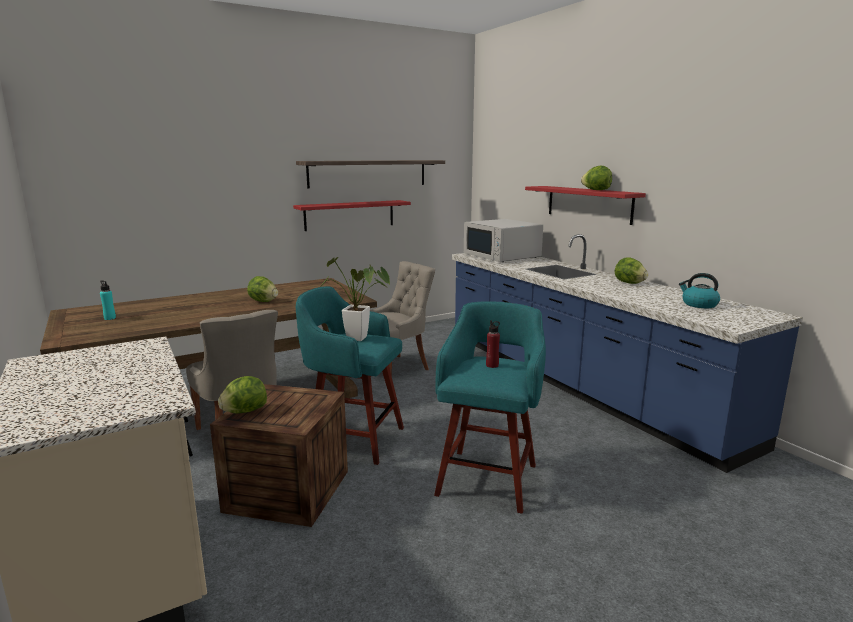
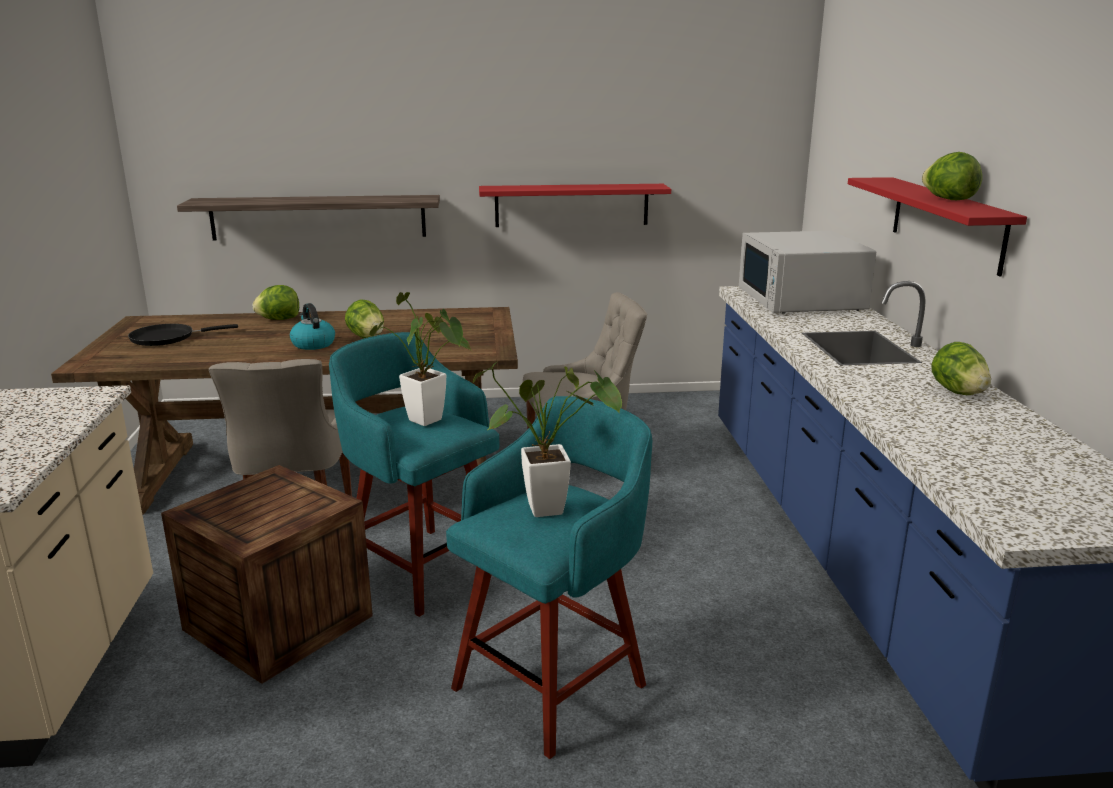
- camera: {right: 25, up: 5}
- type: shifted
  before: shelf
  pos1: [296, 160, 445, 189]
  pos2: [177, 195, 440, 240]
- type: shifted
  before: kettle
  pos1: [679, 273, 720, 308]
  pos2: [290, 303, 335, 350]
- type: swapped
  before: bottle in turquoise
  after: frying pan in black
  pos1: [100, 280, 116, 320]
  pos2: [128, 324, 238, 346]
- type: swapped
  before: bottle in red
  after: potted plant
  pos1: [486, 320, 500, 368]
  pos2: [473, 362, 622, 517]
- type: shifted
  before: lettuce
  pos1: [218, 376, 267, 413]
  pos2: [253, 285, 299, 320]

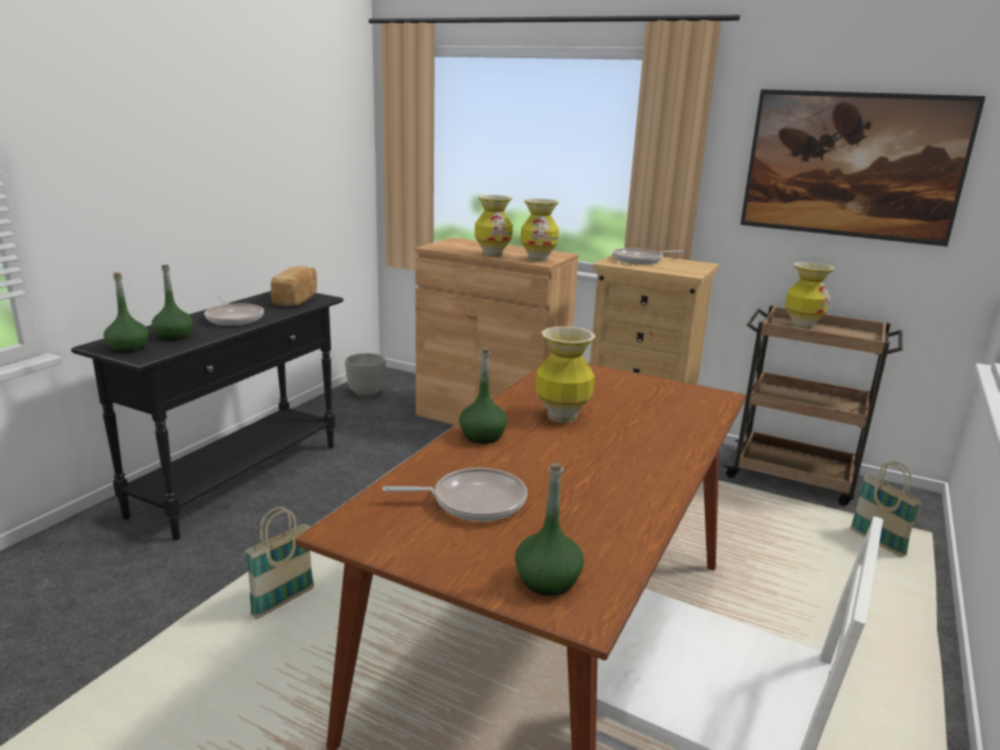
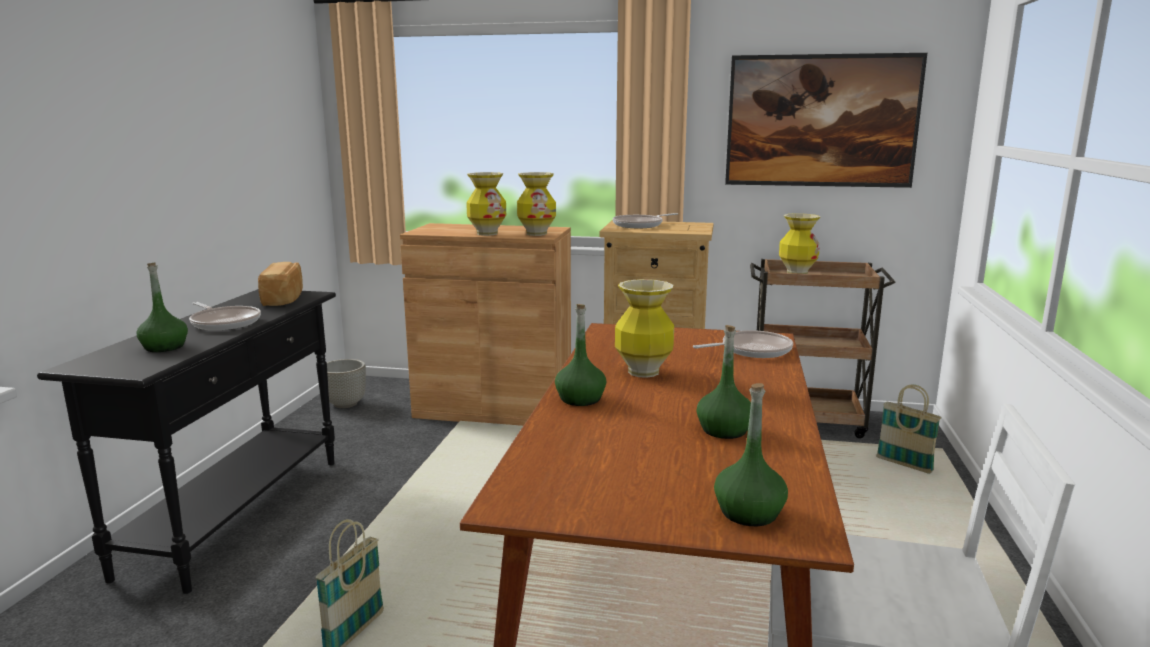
- camera: {right: -15, up: -5}
- type: shifted
  before: bottle in green
  pos1: [104, 272, 149, 353]
  pos2: [696, 325, 751, 439]
- type: shifted
  before: frying pan
  pos1: [382, 468, 527, 521]
  pos2: [693, 330, 793, 358]

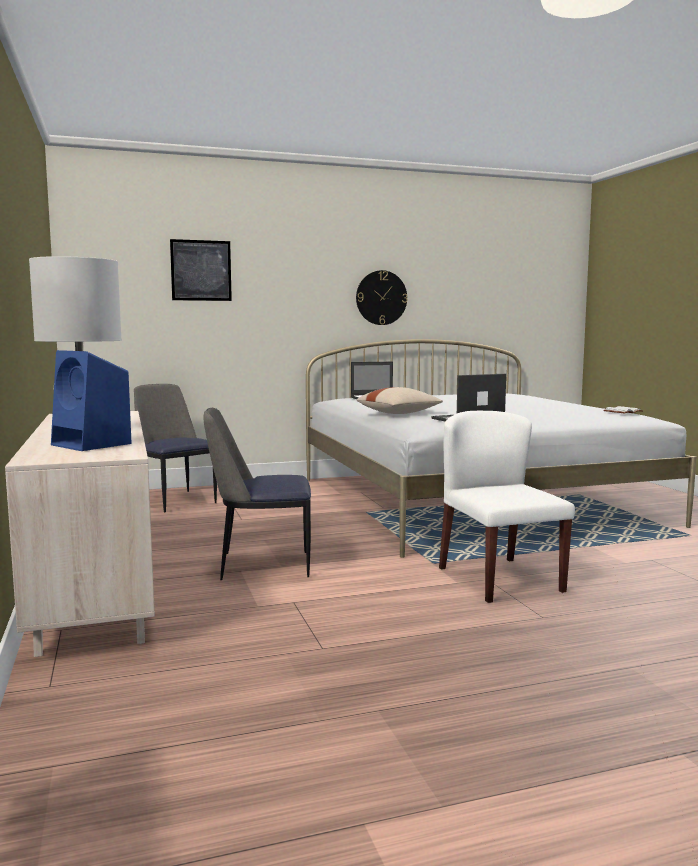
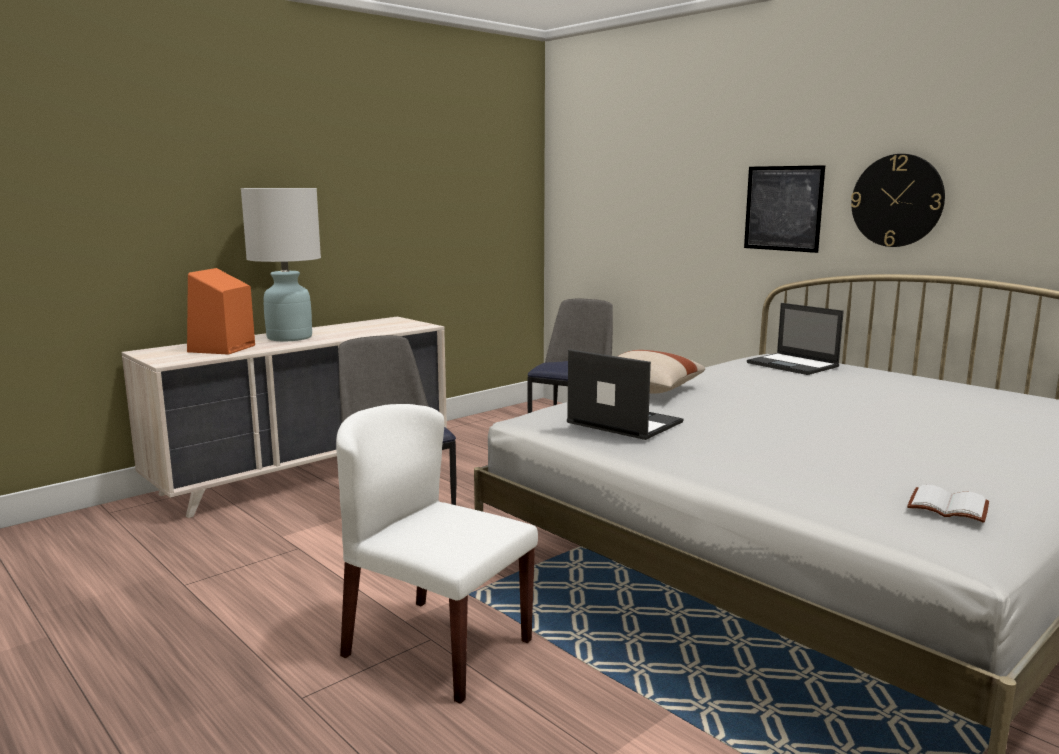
- camera: {right: 65, up: 5}
- type: shifted
  before: picture
  pos1: [170, 239, 232, 301]
  pos2: [744, 165, 825, 253]
- type: repainted
  before: speaker in blue
  after: speaker in orange
  pos1: [51, 350, 132, 451]
  pos2: [187, 268, 255, 355]
- type: rotated
  before: chair in white
  pos1: [439, 411, 575, 603]
  pos2: [336, 404, 538, 704]
  turn: -105

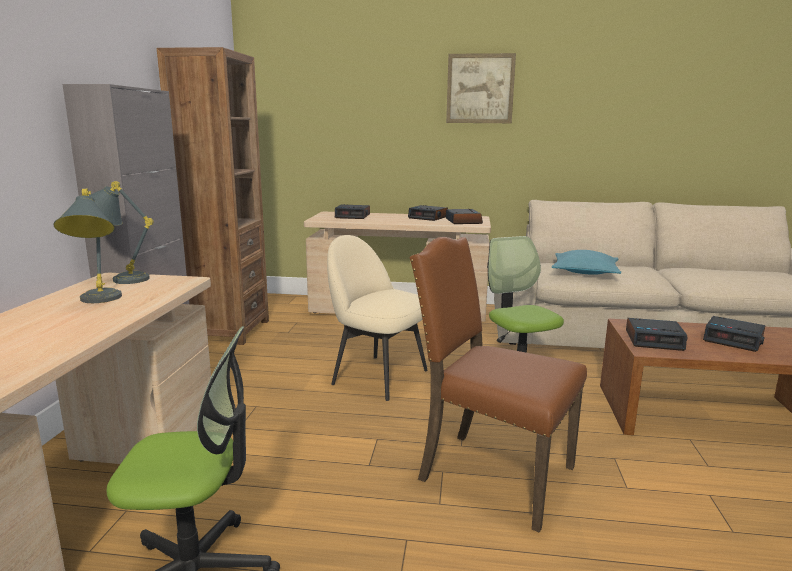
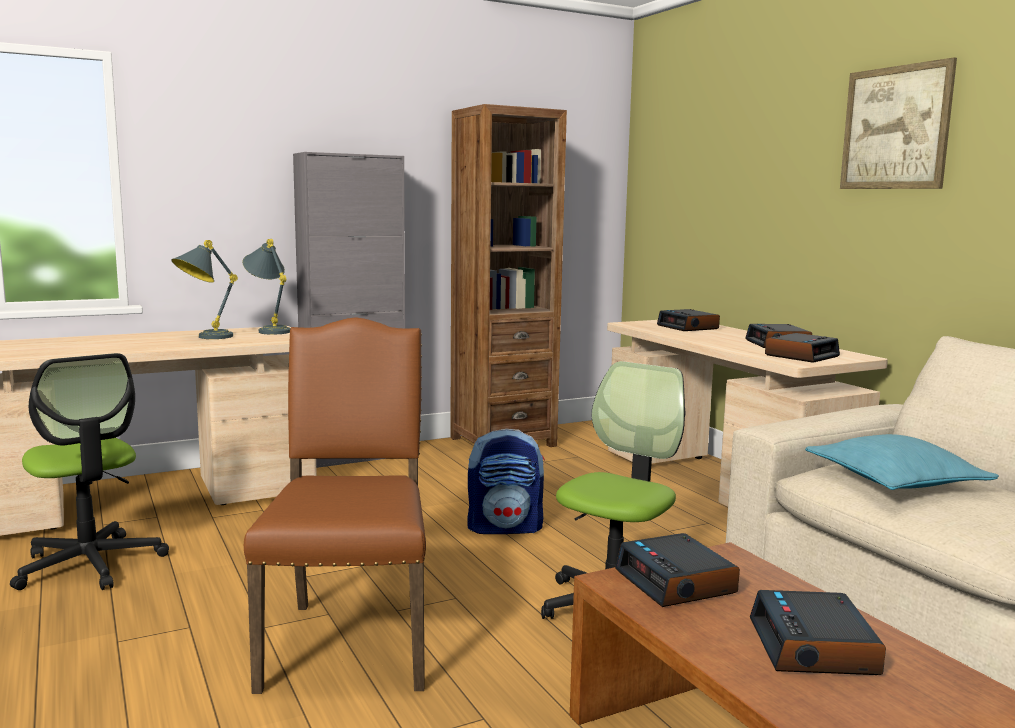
- camera: {right: 55, up: -5}
- type: swapped
  before: chair in beige
  after: backpack
  pos1: [327, 235, 428, 401]
  pos2: [467, 429, 545, 534]

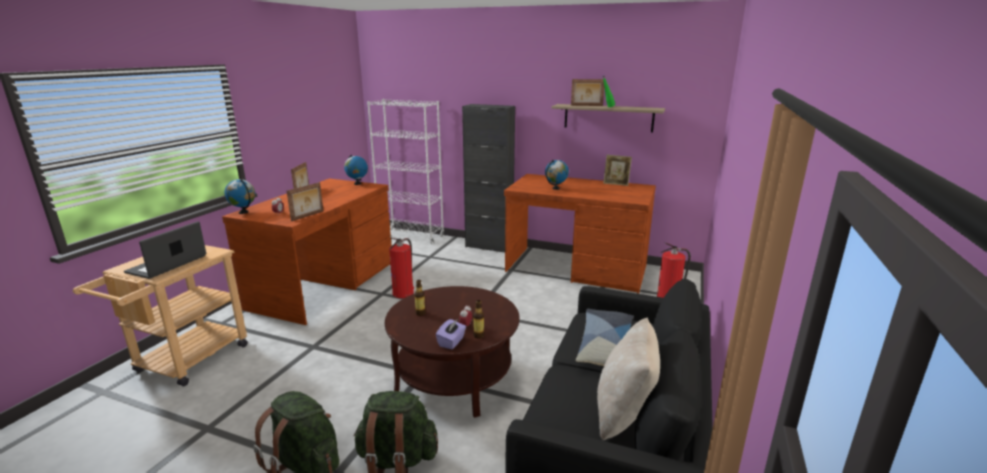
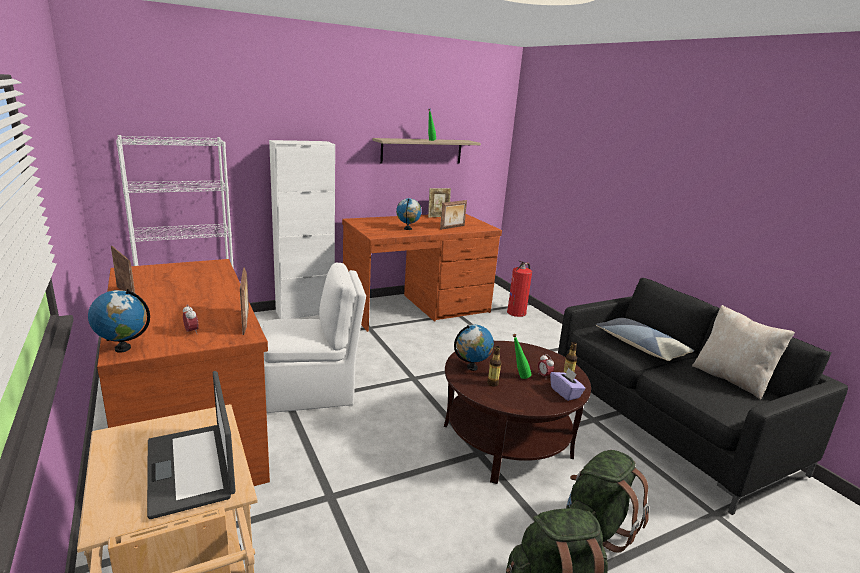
- camera: {right: -50, up: 0}
- type: shifted
  before: picture frame
  pos1: [571, 79, 604, 106]
  pos2: [440, 200, 467, 230]
- type: repainted
  before: cabinet in black
  after: cabinet in white
  pos1: [462, 104, 515, 252]
  pos2: [269, 140, 335, 319]
- type: shifted
  before: globe
  pos1: [344, 155, 368, 185]
  pos2: [454, 325, 494, 371]
- type: swapped
  before: fire extinguisher
  after: chair in white
  pos1: [389, 238, 414, 298]
  pos2: [263, 263, 366, 413]
- type: new
  after: bottle in green
  pos2: [513, 334, 531, 379]

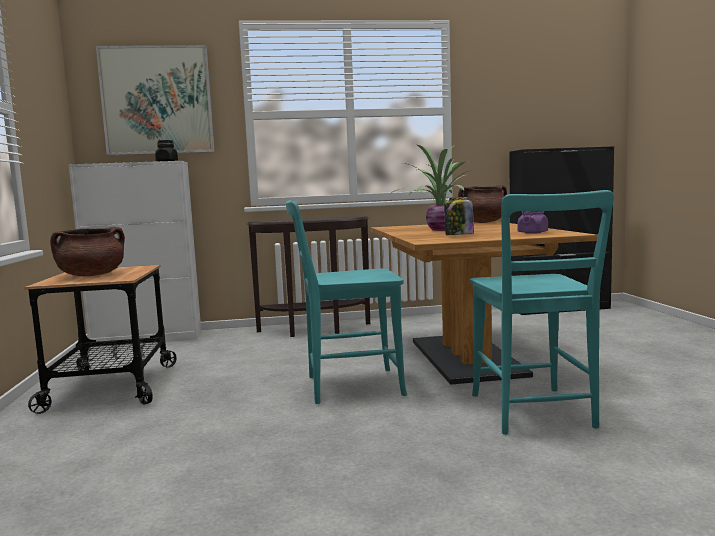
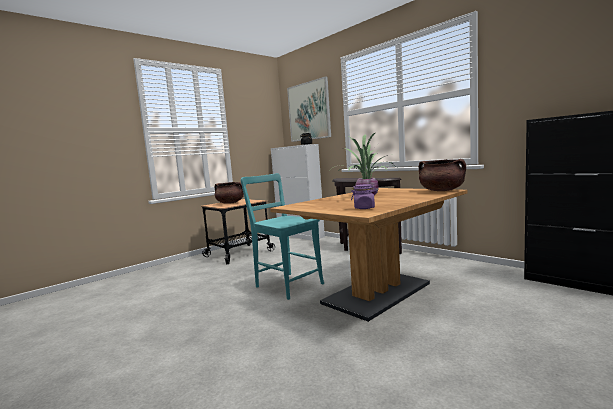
- camera: {right: 55, up: 0}
- type: gone
  before: chair in turquoise
  pos1: [470, 190, 614, 435]
- type: gone
  before: jar
  pos1: [444, 197, 474, 235]

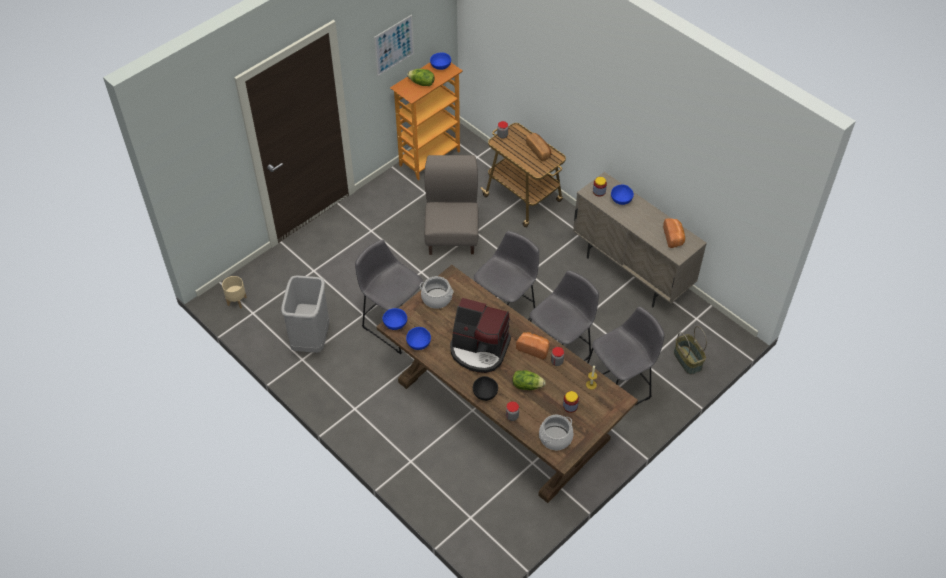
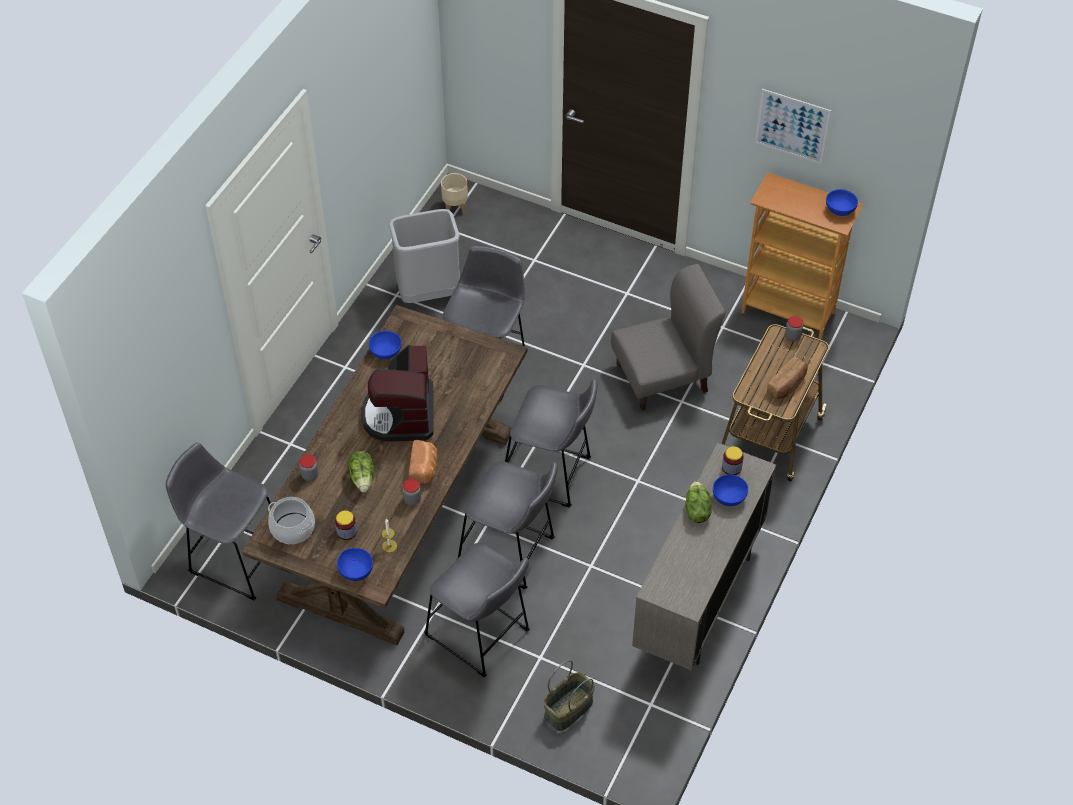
- camera: {right: 70, up: 0}
- type: shifted
  before: lettuce
  pos1: [407, 69, 435, 86]
  pos2: [685, 481, 712, 523]
- type: gone
  before: bread
  pos1: [663, 218, 685, 248]
- type: gone
  before: cooking pot
  pos1: [420, 276, 454, 309]
- type: shifted
  before: bowl in blue
  pos1: [382, 308, 407, 330]
  pos2: [337, 548, 373, 581]
- type: gone
  before: bowl in black
  pos1: [473, 376, 498, 401]
- type: new
  after: stool in grey
  pos2: [166, 443, 271, 600]

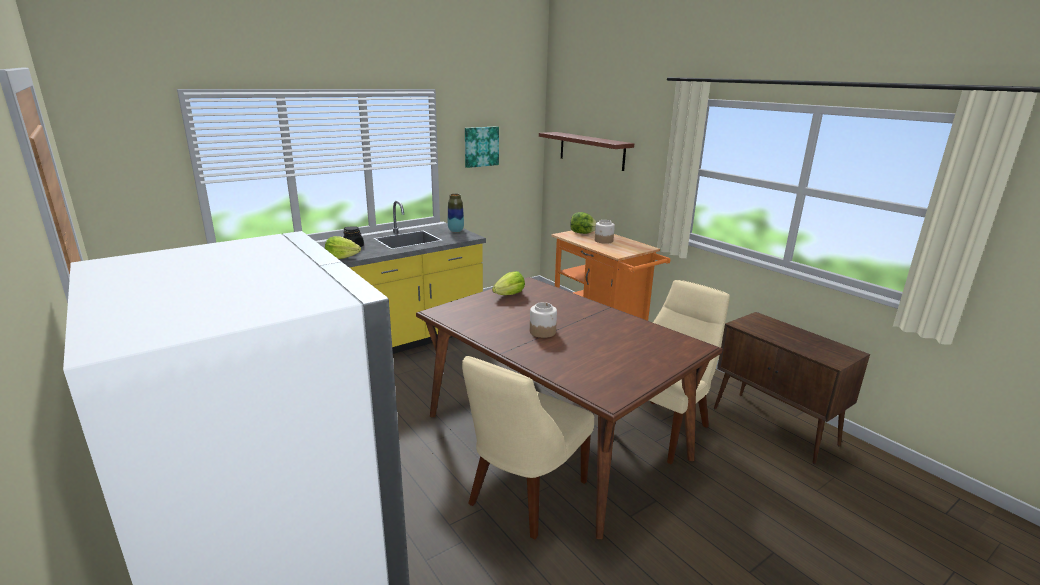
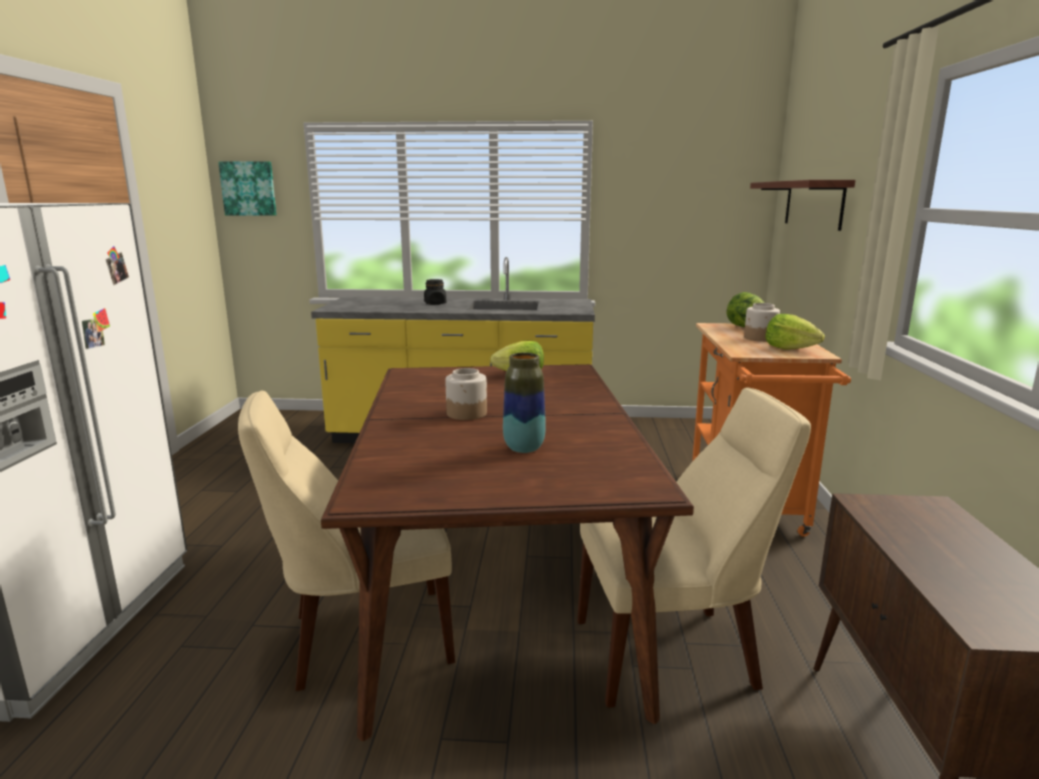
- camera: {right: 40, up: -5}
- type: shifted
  before: picture
  pos1: [465, 126, 499, 168]
  pos2: [218, 161, 277, 216]
- type: shifted
  before: vase
  pos1: [448, 194, 464, 232]
  pos2: [503, 353, 546, 453]
- type: shifted
  before: lettuce
  pos1: [325, 236, 361, 259]
  pos2: [765, 314, 825, 350]

